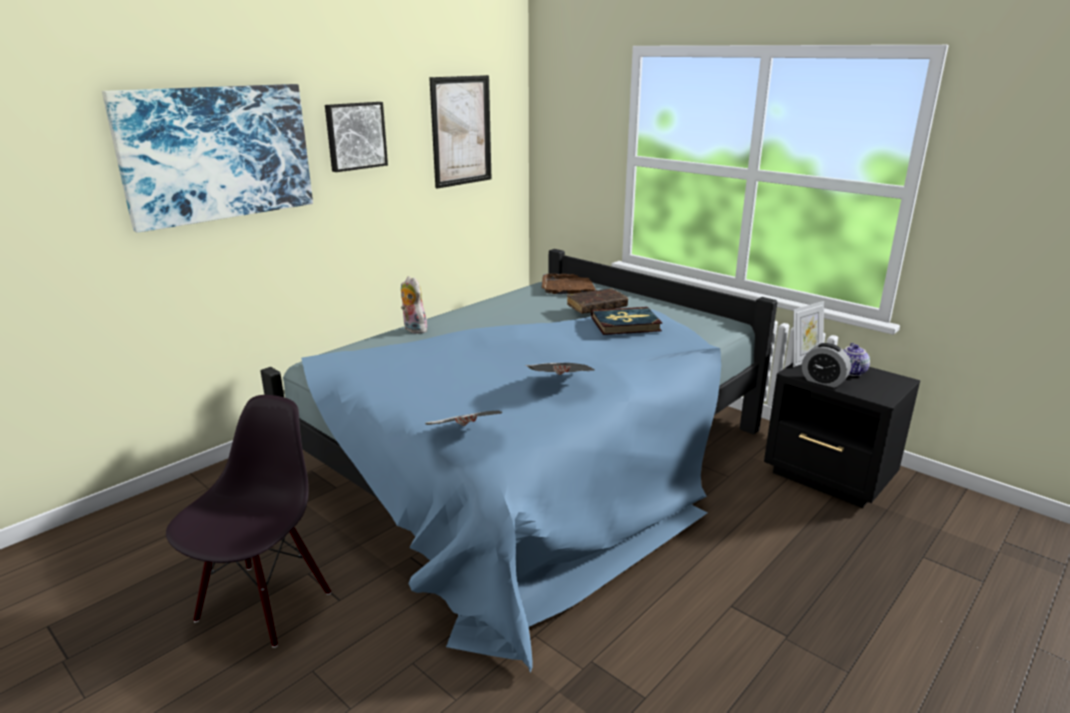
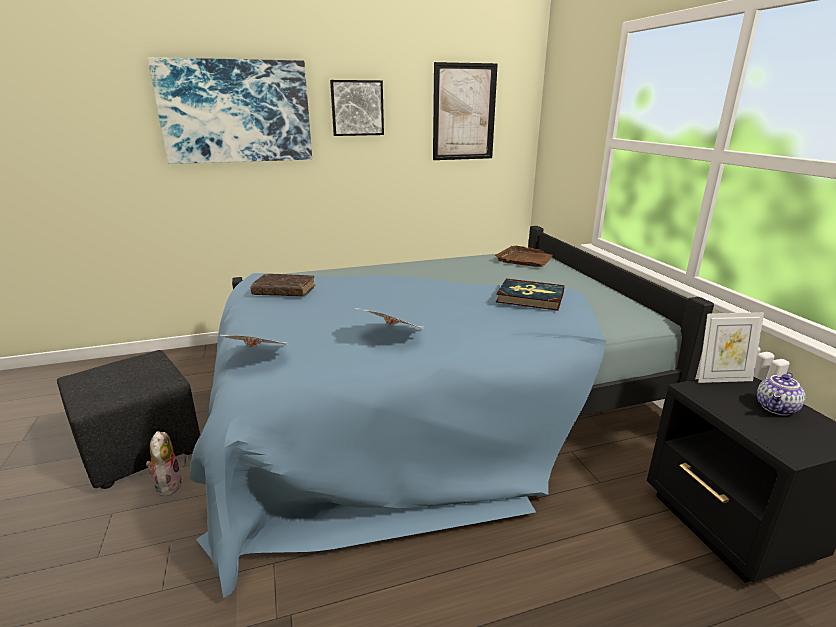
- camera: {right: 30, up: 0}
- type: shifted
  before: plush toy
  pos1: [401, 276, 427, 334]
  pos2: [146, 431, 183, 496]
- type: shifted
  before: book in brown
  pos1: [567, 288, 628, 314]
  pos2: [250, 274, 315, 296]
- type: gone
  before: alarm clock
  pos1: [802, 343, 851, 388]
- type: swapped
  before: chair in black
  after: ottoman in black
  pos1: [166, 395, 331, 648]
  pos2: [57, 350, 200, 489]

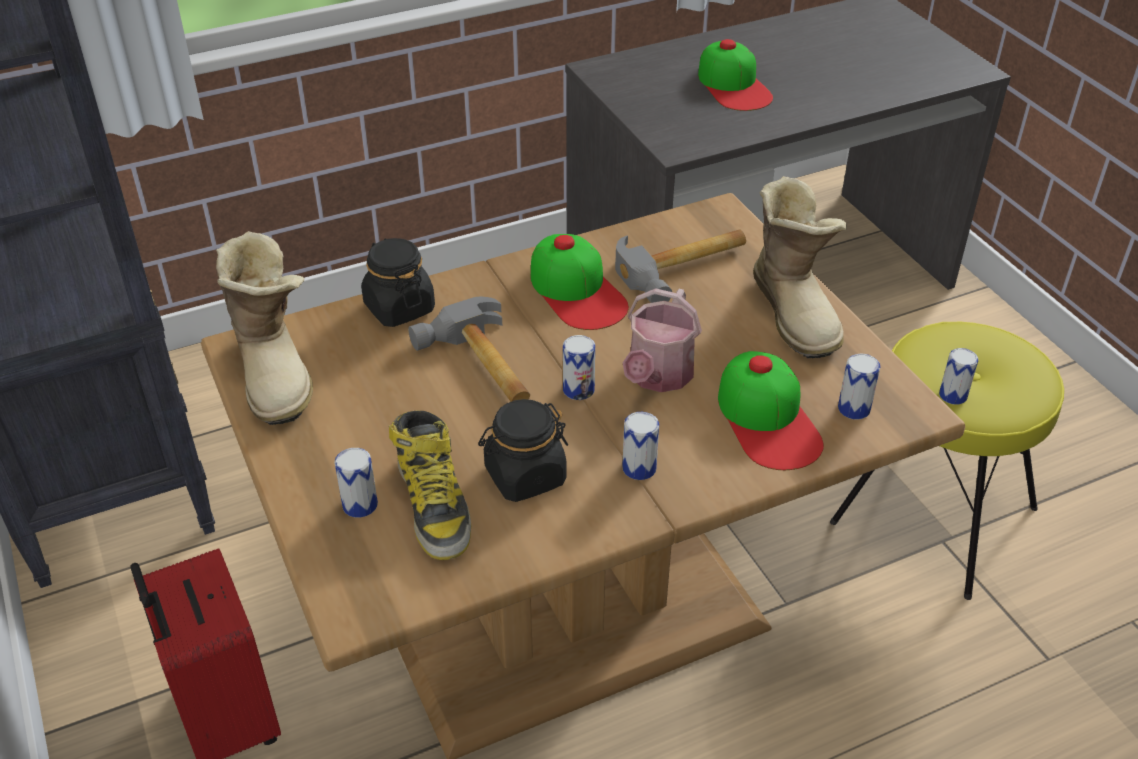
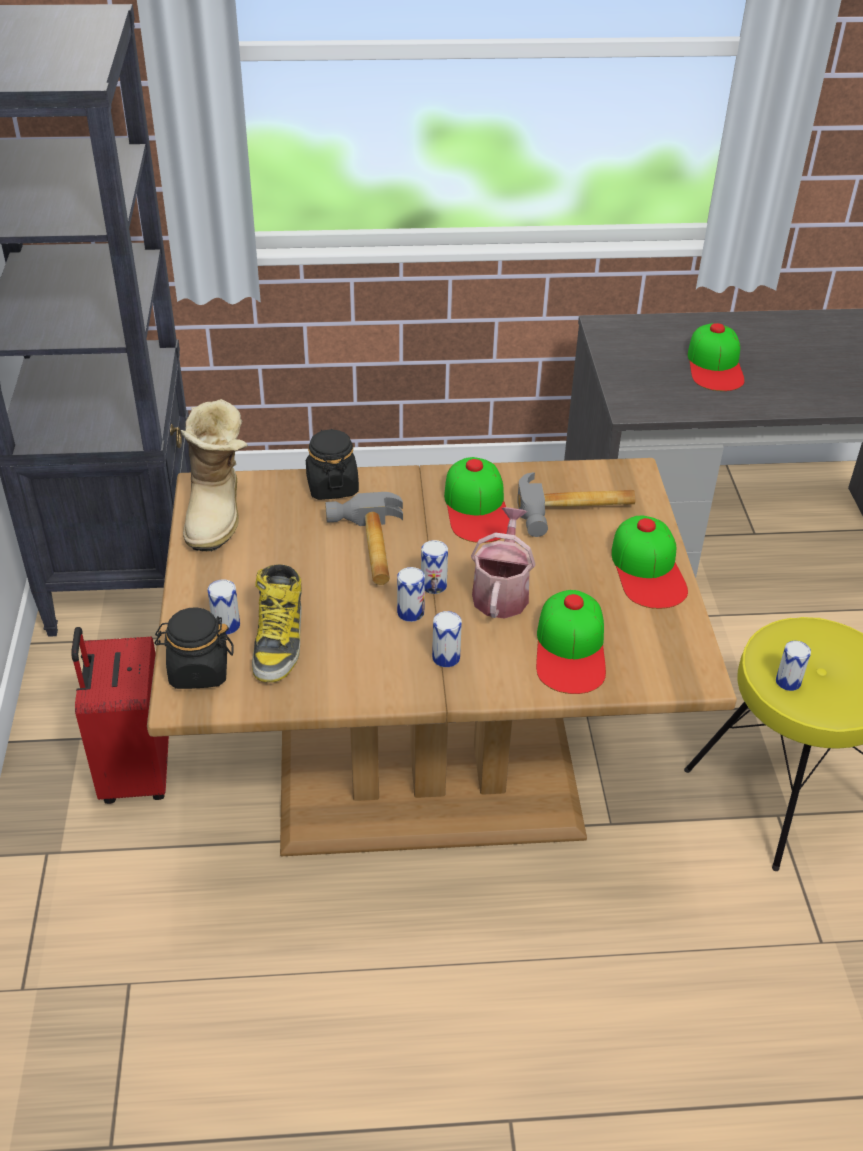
- camera: {right: 20, up: 0}
- type: swapped
  before: boot
  after: cap
  pos1: [753, 176, 847, 359]
  pos2: [611, 515, 688, 609]
- type: rotated
  before: watering can
  pos1: [622, 288, 702, 392]
  pos2: [471, 507, 535, 619]
  turn: 150
- type: shifted
  before: can
  pos1: [838, 354, 880, 420]
  pos2: [397, 567, 425, 622]
- type: shifted
  before: jar in black
  pos1: [478, 399, 568, 502]
  pos2: [154, 607, 234, 689]

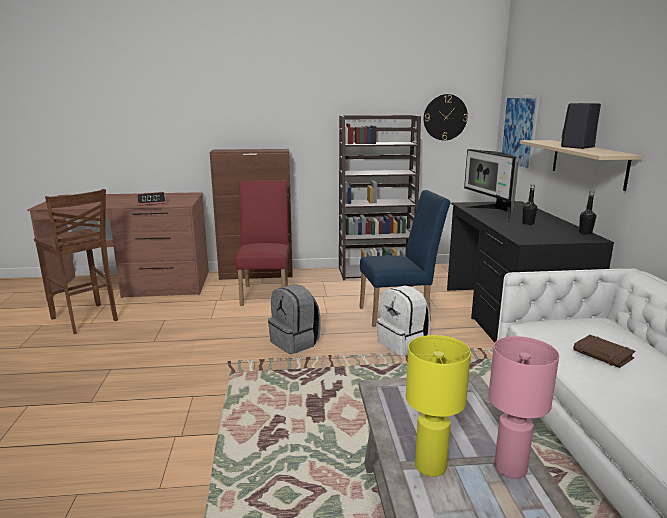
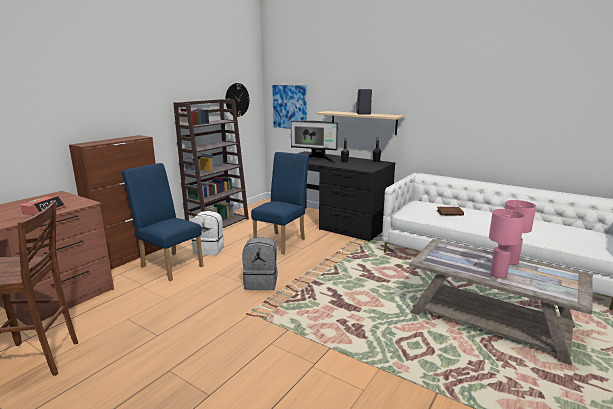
- camera: {right: -50, up: 0}
- type: repainted
  before: chair in red
  after: chair in blue
  pos1: [235, 180, 289, 306]
  pos2: [122, 163, 204, 281]
- type: shifted
  before: backpack in white
  pos1: [377, 285, 430, 356]
  pos2: [191, 211, 224, 255]
- type: repainted
  before: table lamp in yellow
  after: table lamp in pink
  pos1: [406, 335, 471, 477]
  pos2: [489, 209, 525, 278]

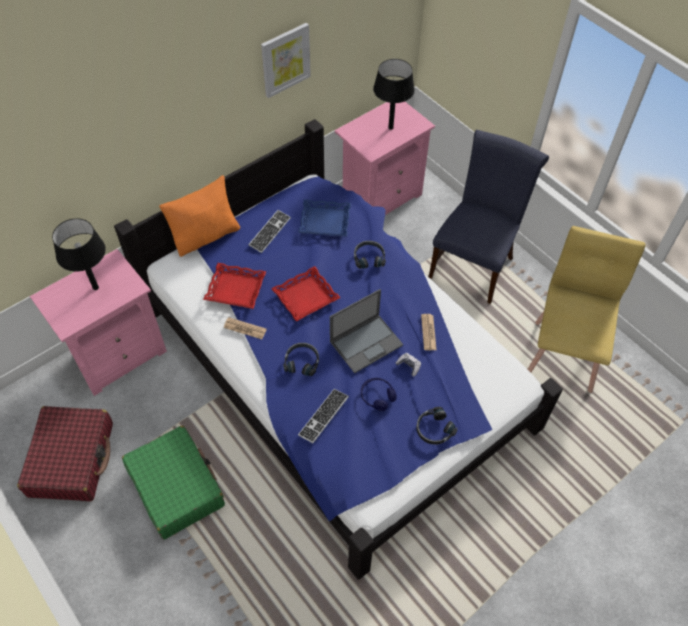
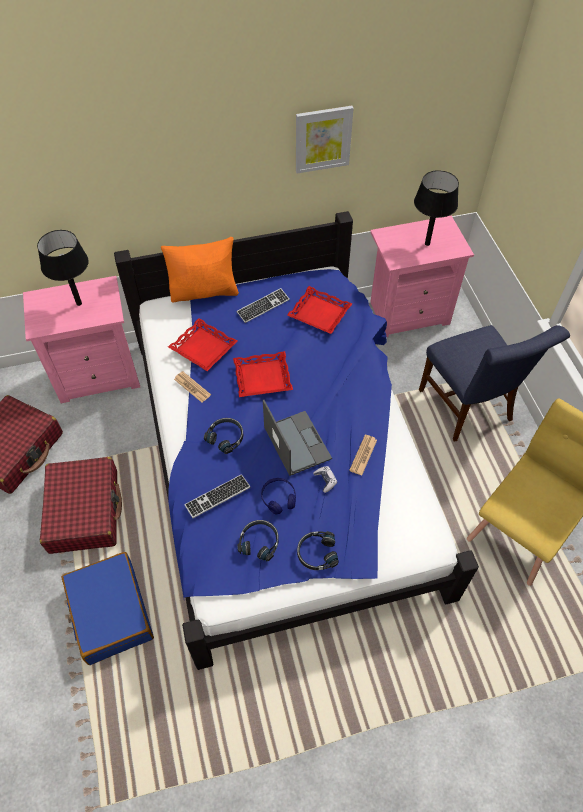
- camera: {right: 25, up: 0}
- type: rotated
  before: chair in blue
  pos1: [429, 130, 549, 304]
  pos2: [419, 325, 570, 441]
  turn: 105
- type: repainted
  before: tray in blue
  after: tray in red
  pos1: [298, 199, 351, 237]
  pos2: [287, 286, 352, 334]
- type: shifted
  before: headphones in black
  pos1: [354, 241, 386, 269]
  pos2: [237, 520, 279, 562]
- type: rotated
  before: laptop
  pos1: [330, 289, 403, 374]
  pos2: [263, 400, 332, 476]
  turn: -105
- type: repainted
  before: suitcase in green
  after: suitcase in red
  pos1: [122, 426, 225, 540]
  pos2: [40, 457, 122, 554]
- type: new
  after: suitcase in blue
  pos2: [62, 552, 154, 665]

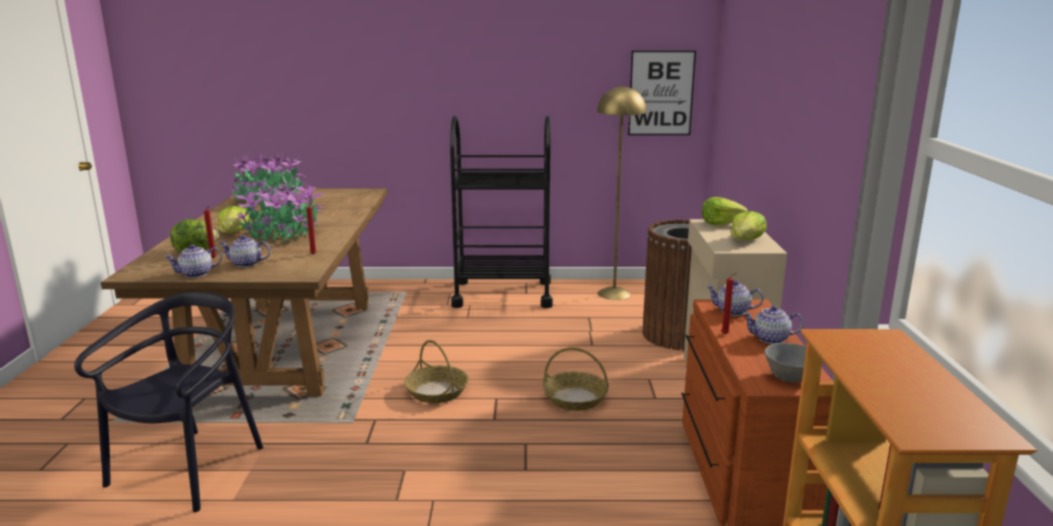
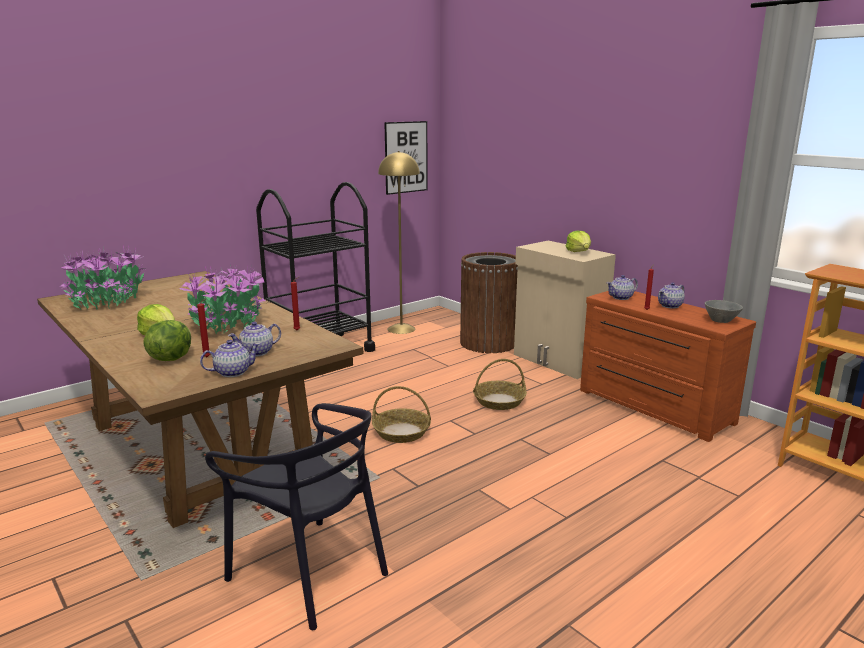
- camera: {right: -40, up: 0}
- type: gone
  before: lettuce
  pos1: [702, 197, 748, 225]
- type: rotated
  before: teapot
  pos1: [164, 244, 222, 278]
  pos2: [200, 340, 260, 377]
  turn: -135
- type: rotated
  before: chair in black
  pos1: [74, 292, 263, 512]
  pos2: [205, 403, 388, 630]
  turn: 150

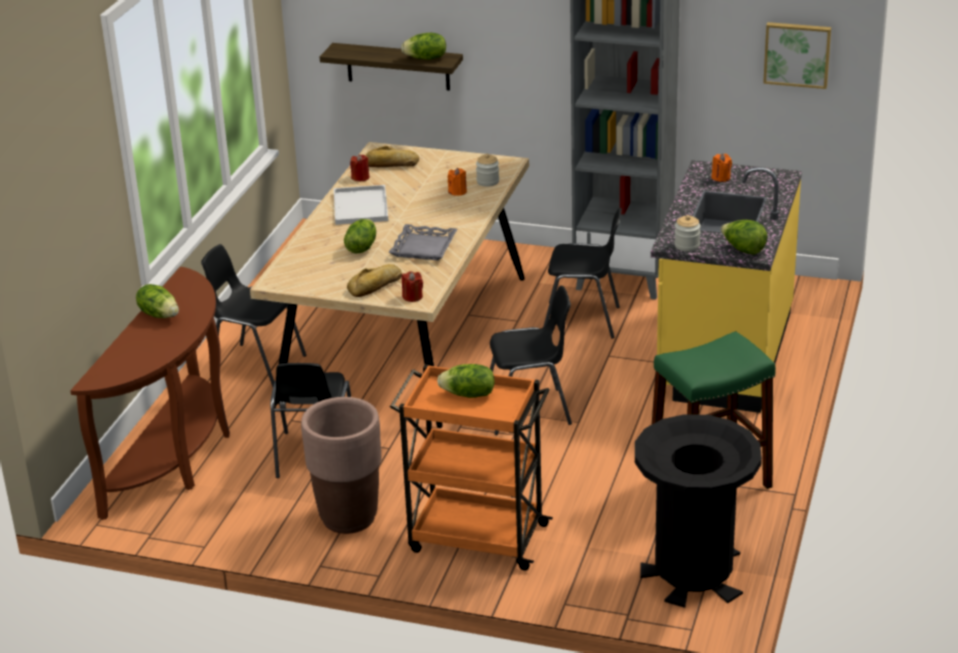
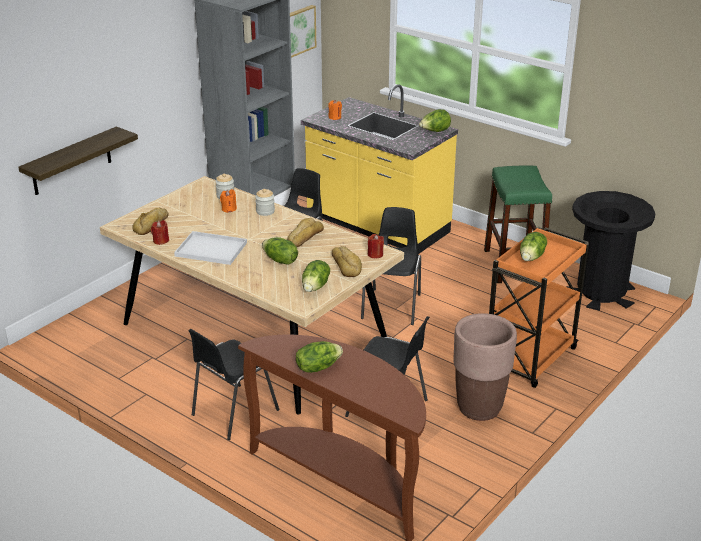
- camera: {right: -70, up: 0}
- type: shifted
  before: lettuce
  pos1: [401, 33, 446, 60]
  pos2: [302, 260, 330, 292]
- type: shifted
  before: jar
  pos1: [675, 215, 701, 251]
  pos2: [255, 189, 275, 216]
- type: swapped
  before: tray in grey
  after: bread
  pos1: [389, 224, 457, 260]
  pos2: [287, 218, 324, 247]

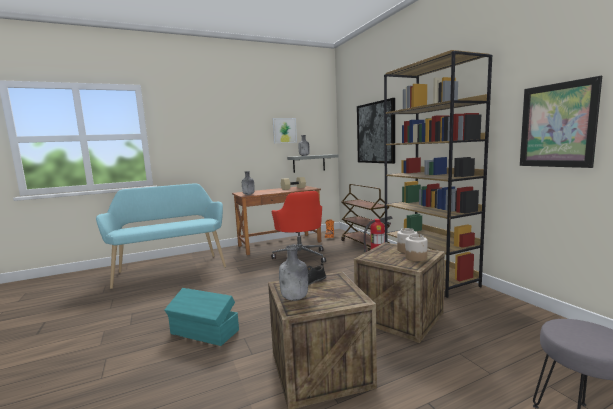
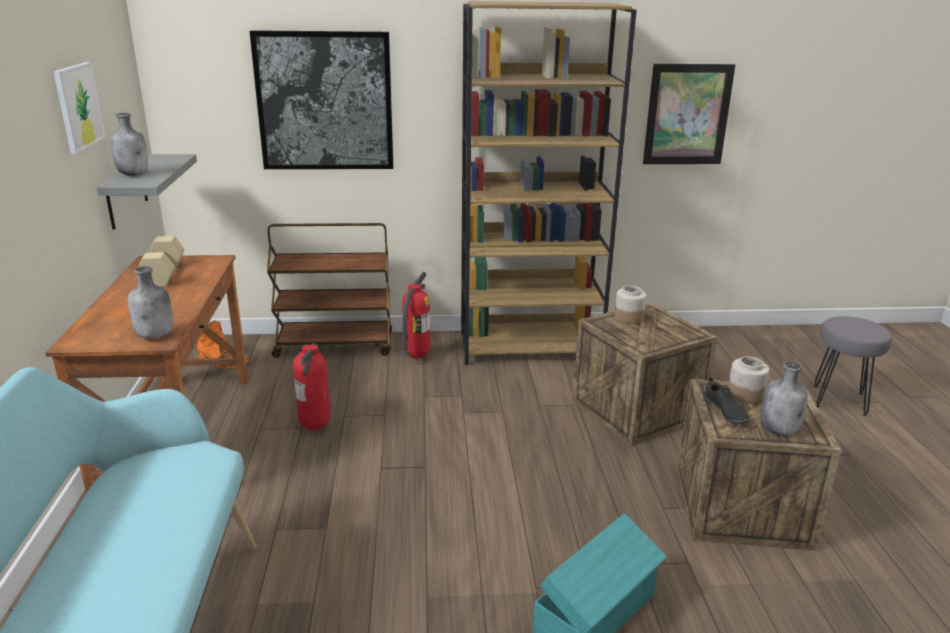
- camera: {right: -70, up: 15}
- type: swapped
  before: office chair in red
  after: fire extinguisher
  pos1: [271, 191, 326, 263]
  pos2: [293, 343, 330, 431]
- type: shifted
  before: jar
  pos1: [405, 234, 428, 261]
  pos2: [728, 356, 769, 404]

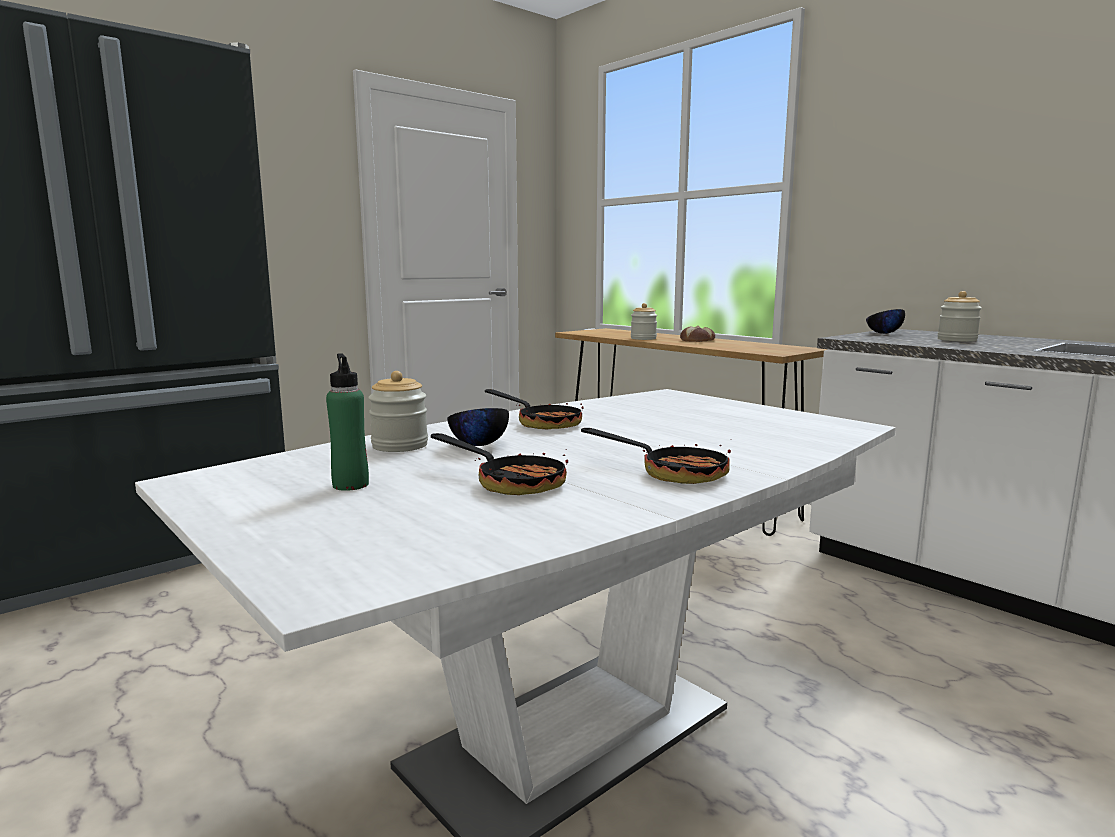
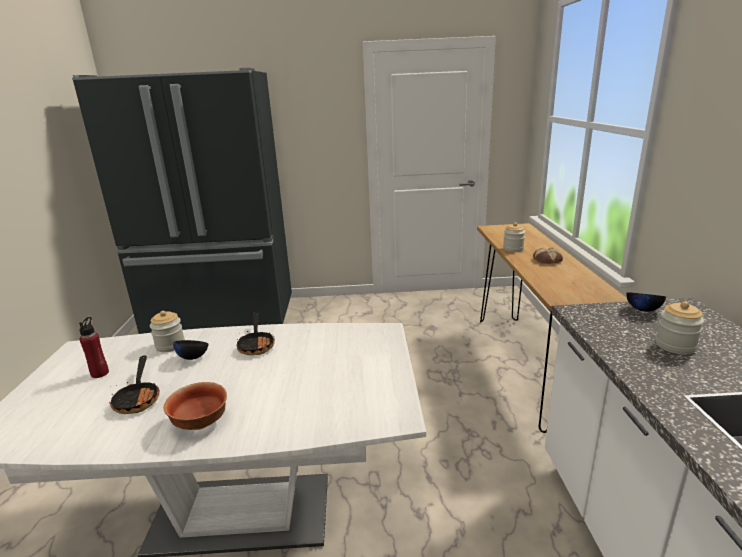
- camera: {right: 40, up: 10}
- type: repainted
  before: bottle in green
  after: bottle in red
  pos1: [326, 353, 369, 491]
  pos2: [79, 317, 109, 378]
- type: swapped
  before: frying pan
  after: bowl
  pos1: [581, 428, 731, 484]
  pos2: [163, 382, 227, 430]

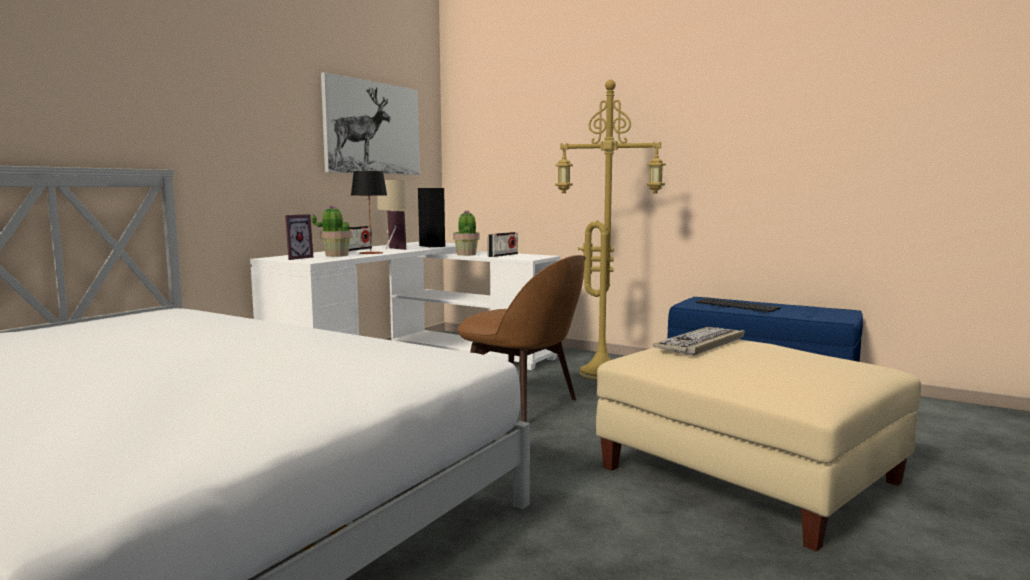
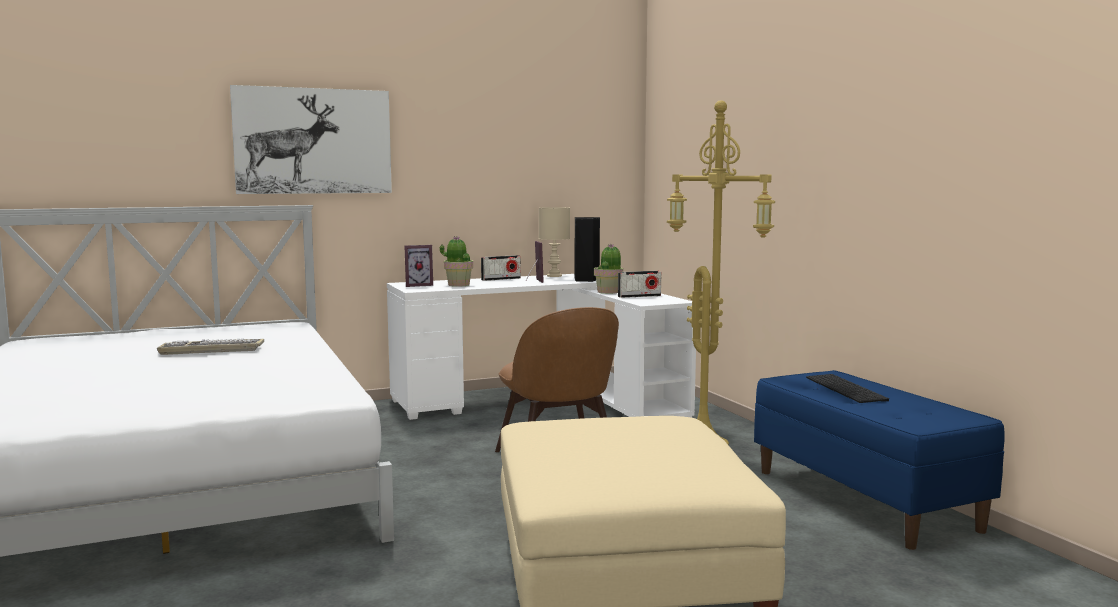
- camera: {right: 35, up: 0}
- type: shifted
  before: picture
  pos1: [321, 72, 420, 175]
  pos2: [230, 85, 392, 194]
- type: gone
  before: table lamp
  pos1: [351, 171, 387, 254]
- type: shifted
  before: keyboard
  pos1: [653, 327, 745, 356]
  pos2: [157, 339, 264, 355]

